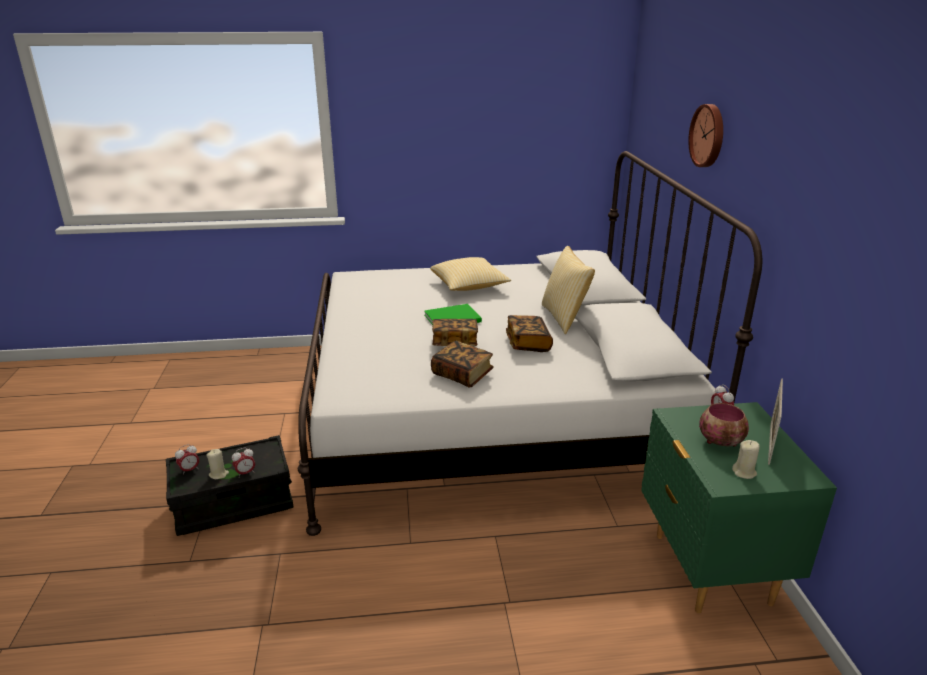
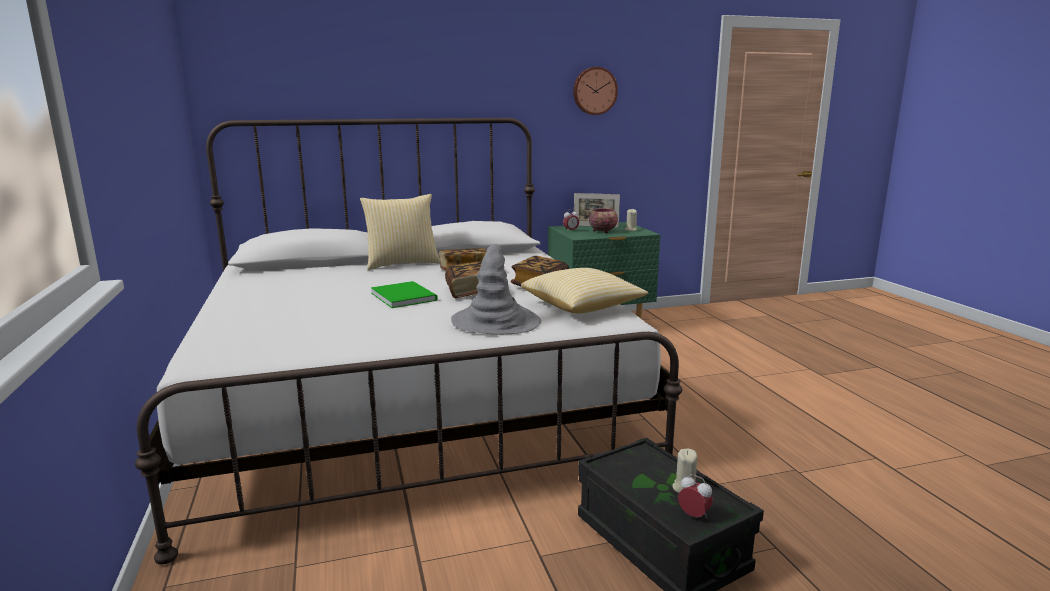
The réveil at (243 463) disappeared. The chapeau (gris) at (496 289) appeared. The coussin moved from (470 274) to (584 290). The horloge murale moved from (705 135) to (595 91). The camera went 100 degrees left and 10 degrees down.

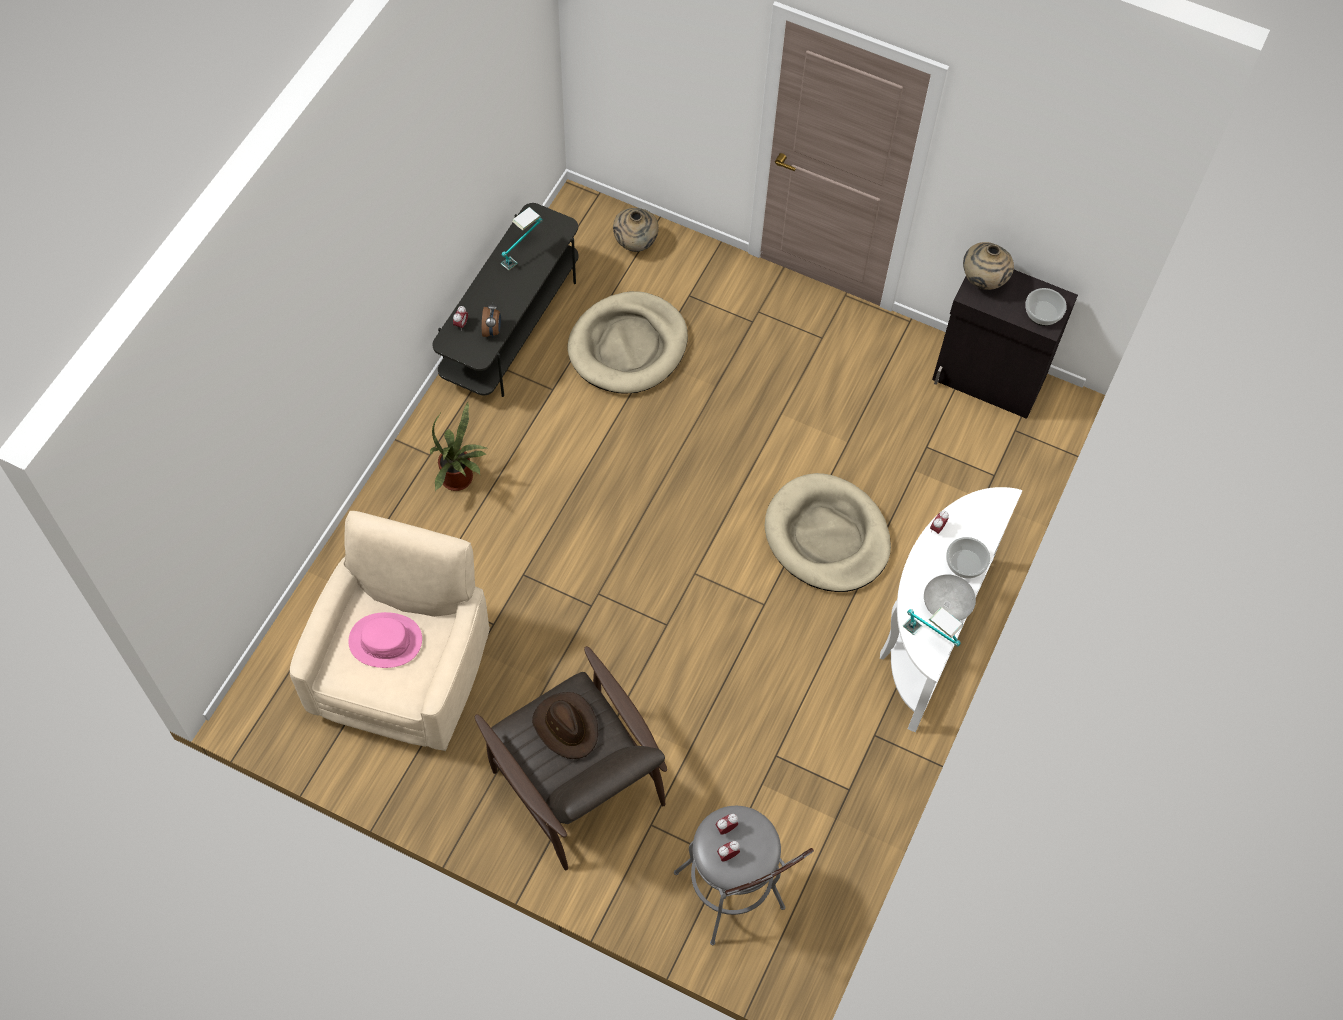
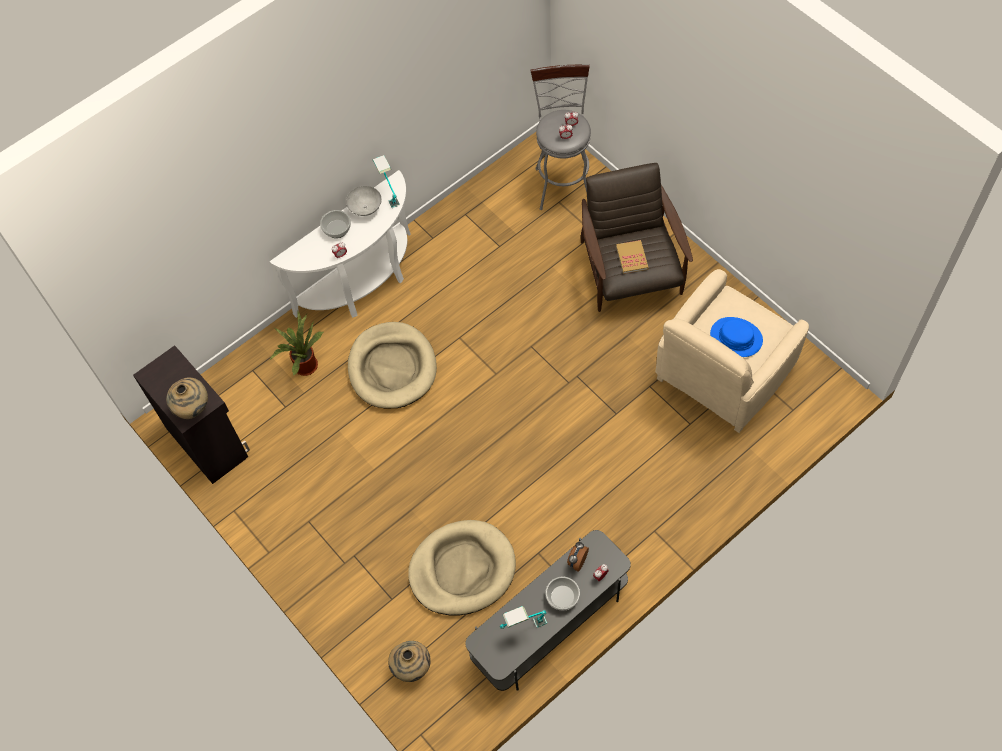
The plante en pot moved from (458 446) to (296 343). The bol moved from (1046 307) to (562 593). The chapeau (marron) at (565 725) was replaced by the livre at (632 257). The chapeau (rose) at (385 640) became the chapeau (bleu) at (736 337). The camera went 150 degrees left and 0 degrees up.

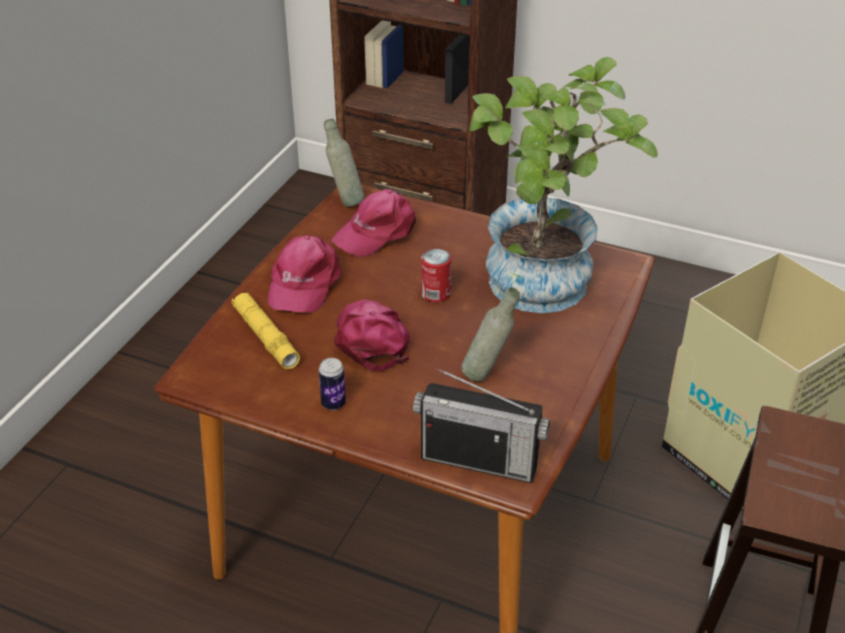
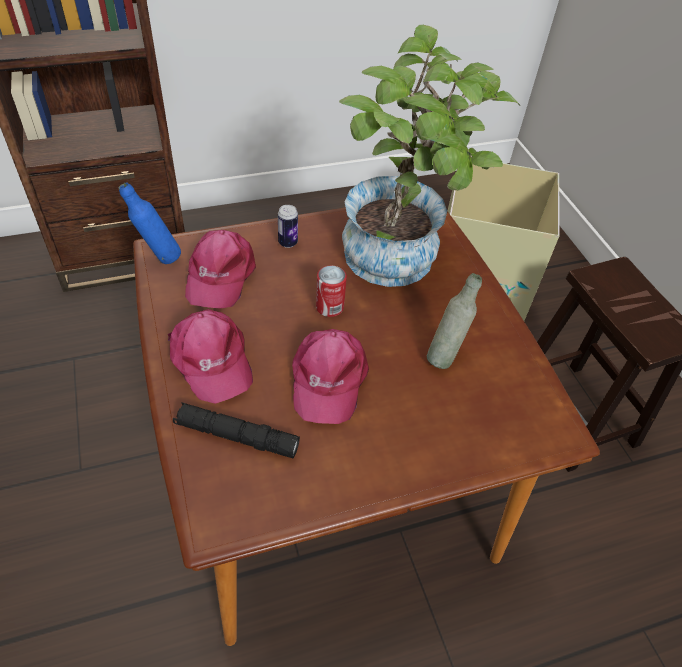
The radio at (481 425) disappeared. The boîte métallique moved from (332 384) to (288 226). The lampe de poche (jaune) at (266 331) became the lampe de poche (noir) at (236 430). The bouteille (gris) at (344 163) became the bouteille (bleu) at (150 223). The casquette (rose) at (372 335) turned 120 degrees counterclockwise. The camera went 45 degrees left and 10 degrees up.

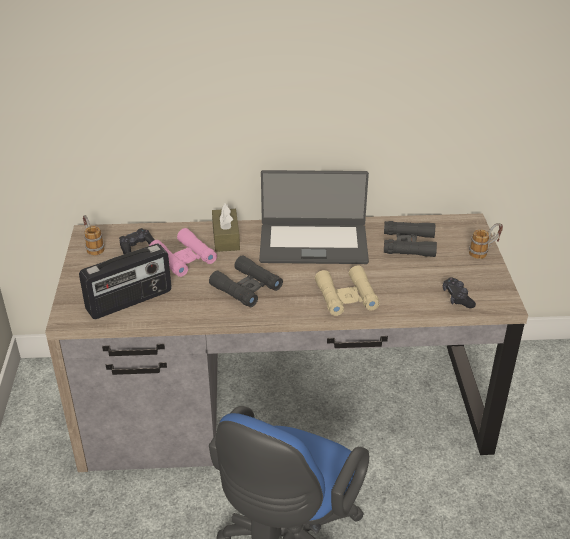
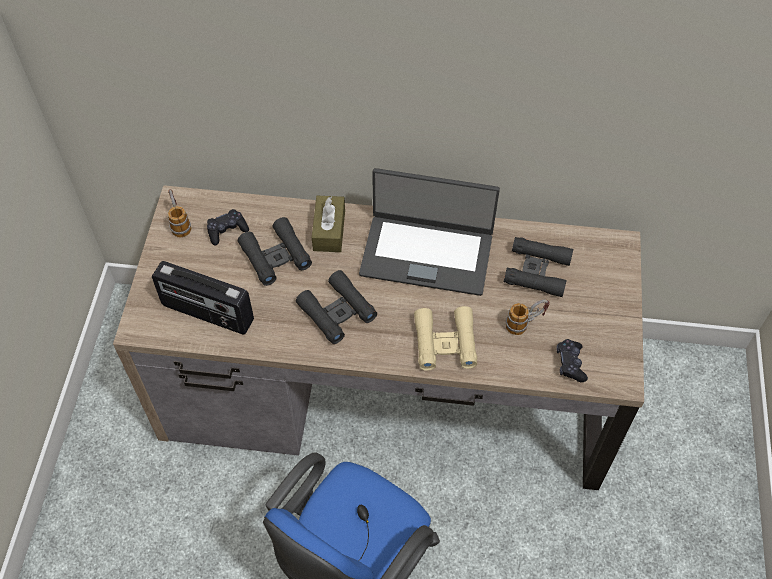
The mug moved from (486 241) to (528 317). The jumelles (rose) at (183 252) became the jumelles (noir) at (275 251). The radio at (125 281) turned 45 degrees clockwise. The camera went 10 degrees right and 20 degrees up.

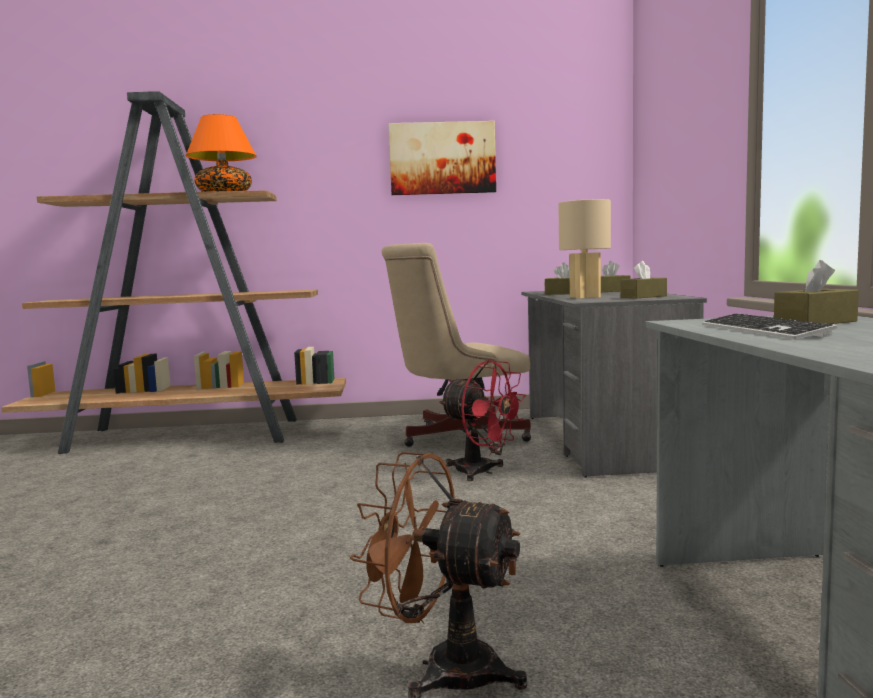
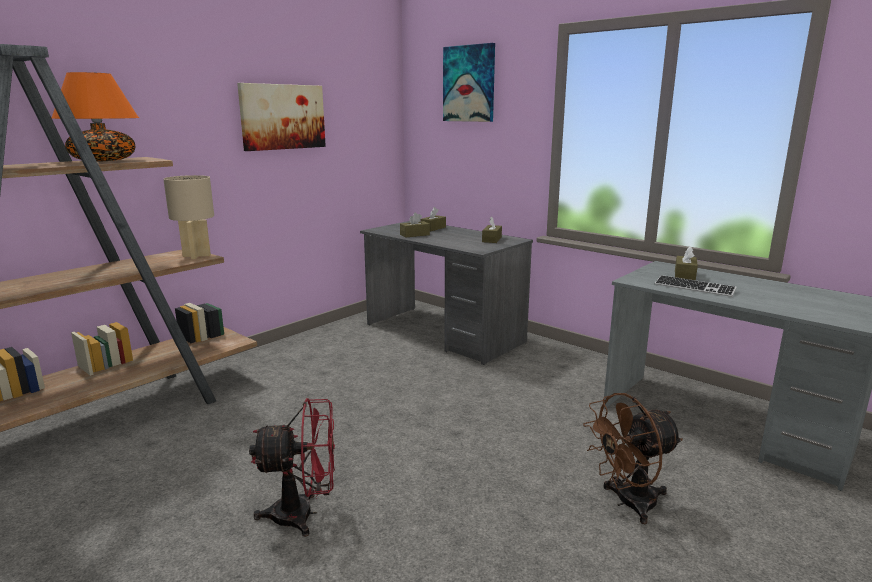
The chaise de bureau (beige) at (456 345) disappeared. The tableau at (469 82) appeared. The ventilateur (rouge) moved from (482 420) to (292 467). The lampe de table (beige) moved from (584 248) to (188 217). The camera went 45 degrees left and 10 degrees up.

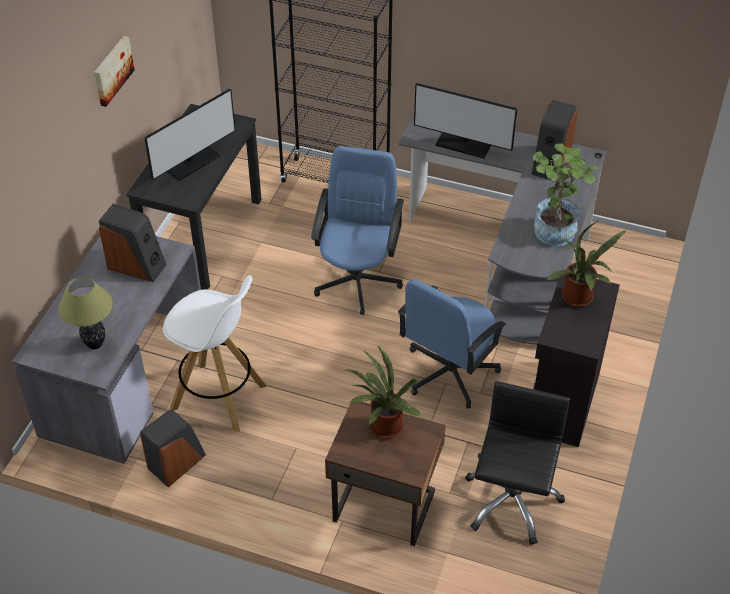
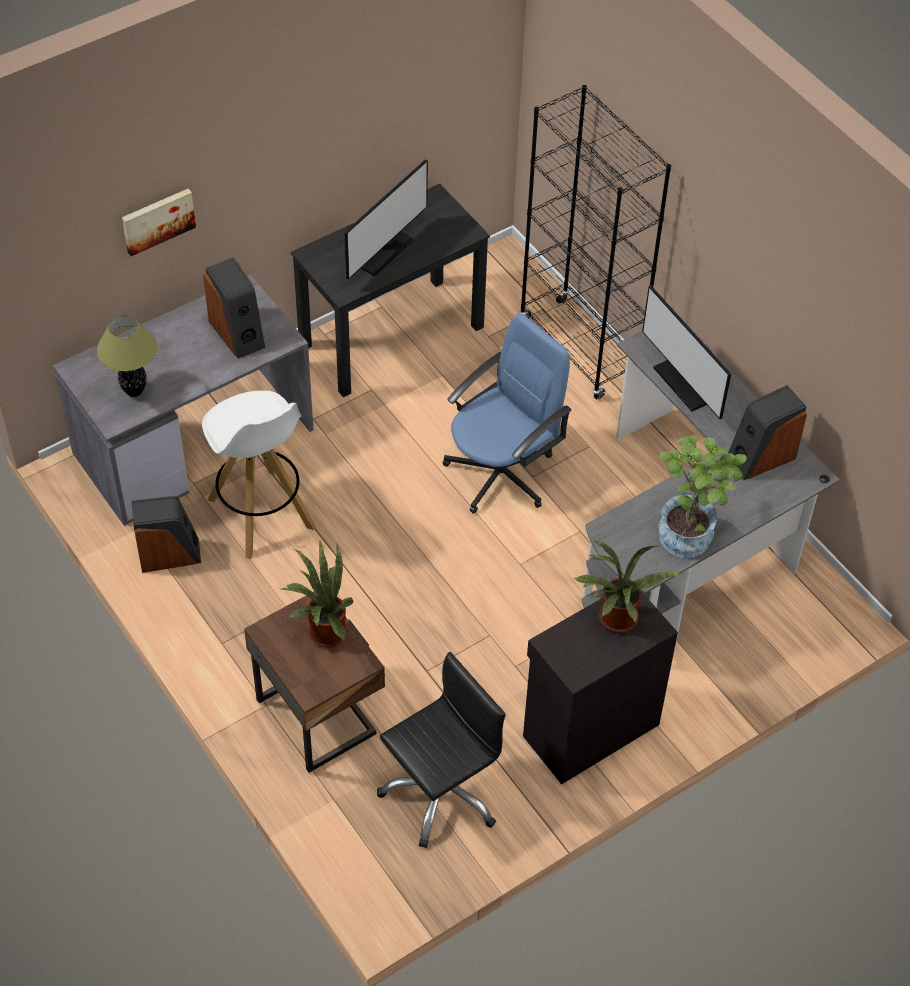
The chaise de bureau (bleu) at (452 344) disappeared. The tableau moved from (114 71) to (159 222). The écran d'ordinateur at (190 134) turned 45 degrees counterclockwise. The camera went 35 degrees right and 5 degrees up.

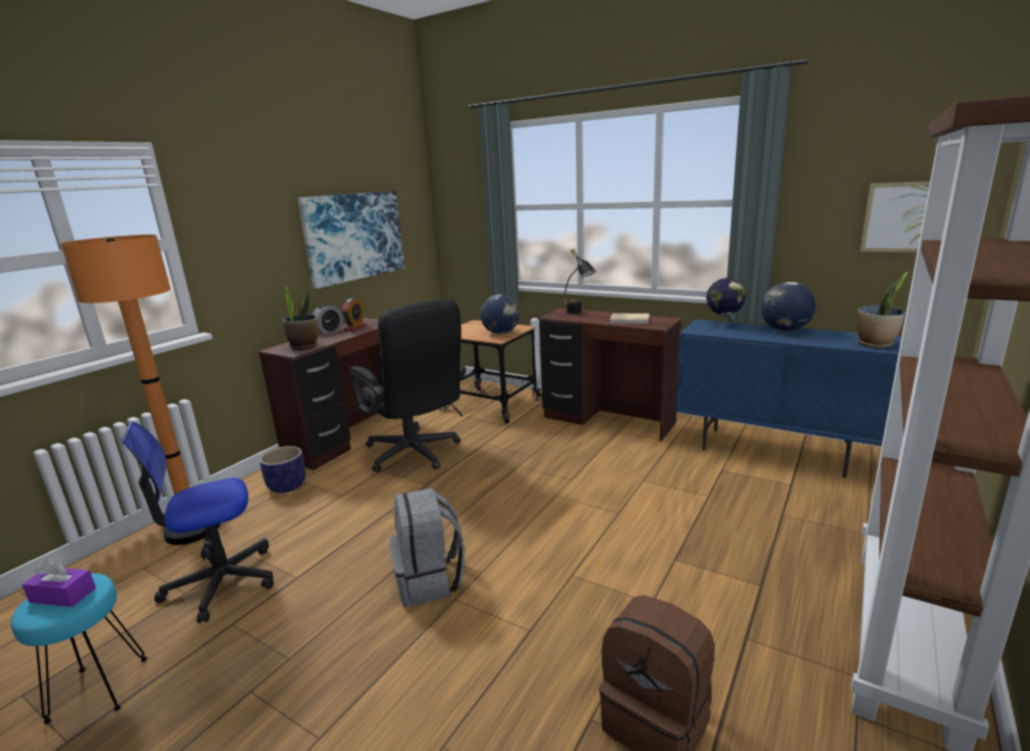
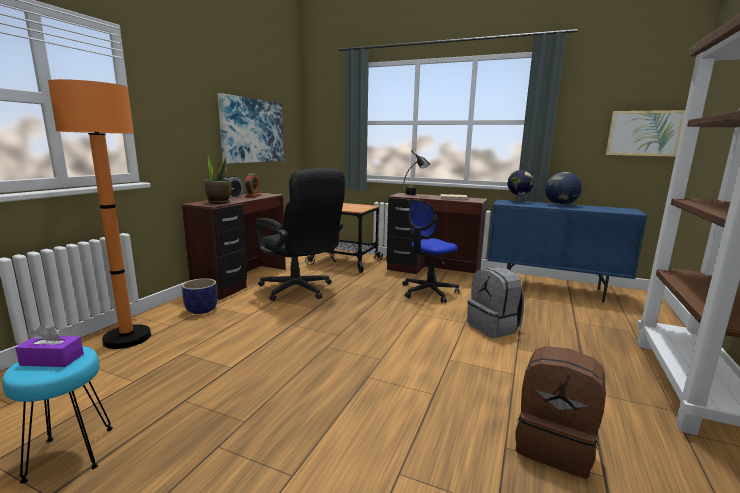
The globe at (500 314) disappeared. The plante en pot at (883 309) disappeared. The chaise de bureau moved from (198 522) to (431 251). The sac à dos (gris) moved from (427 547) to (495 302). The camera went 10 degrees left and 5 degrees down.

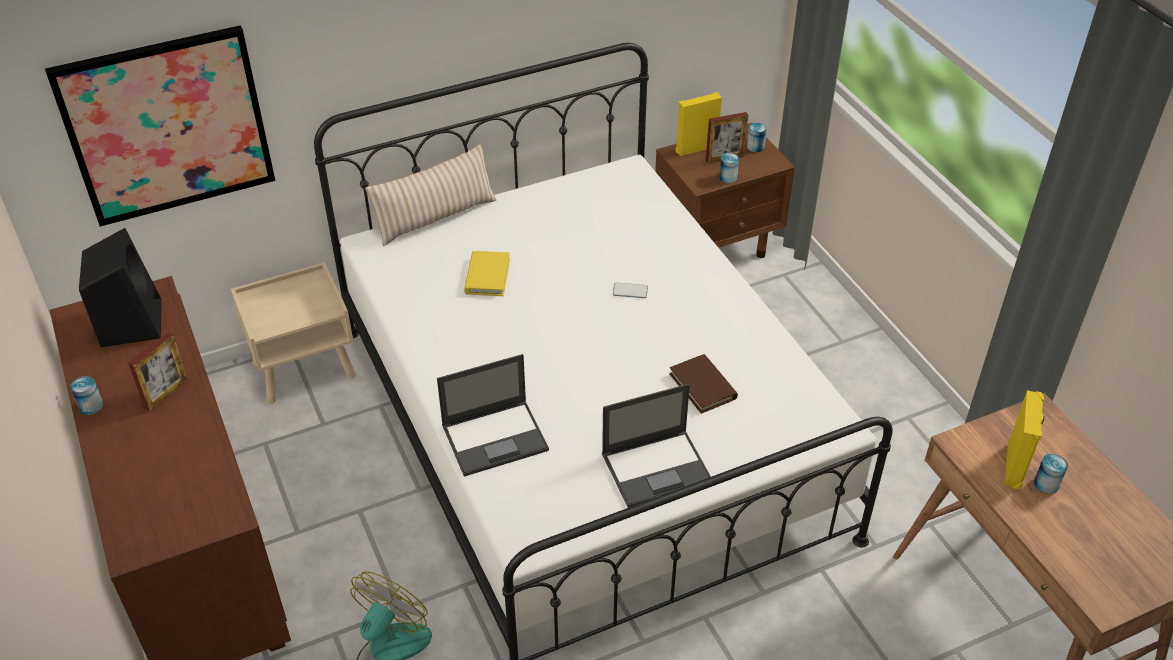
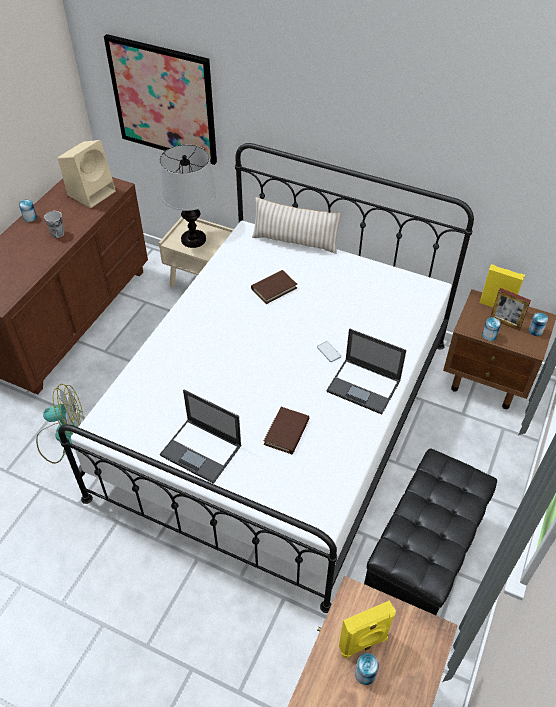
The lampe de table at (188 196) appeared. The pouf (noir) at (430 532) appeared. The ordinateur portable moved from (493 415) to (366 372). The cadre photo at (158 372) was replaced by the tasse at (54 224). The enceinte (noir) at (120 287) became the enceinte (beige) at (87 174). The livre (jaune) at (487 273) became the livre (marron) at (274 287). The camera went 50 degrees right and 5 degrees up.

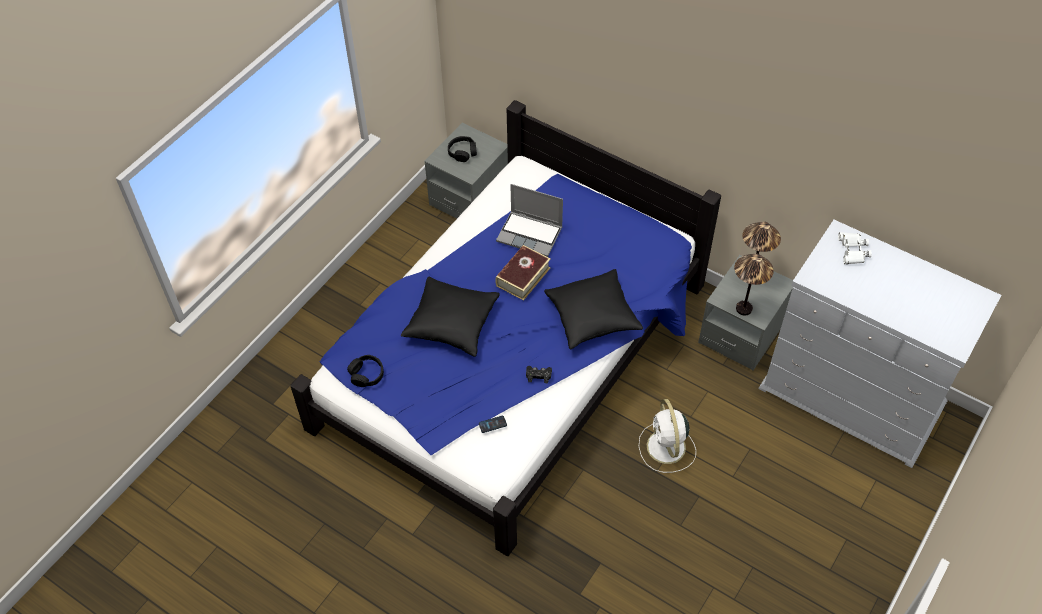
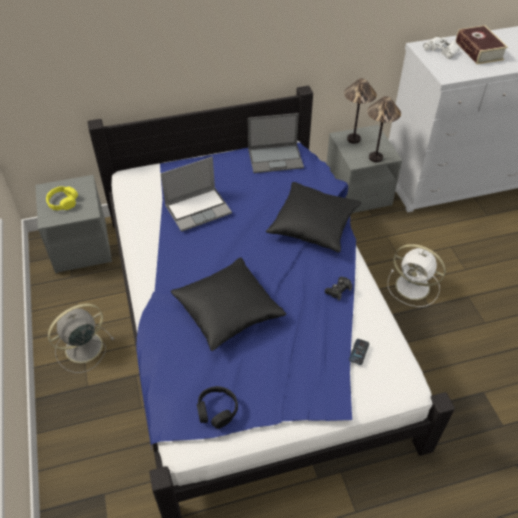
The ventilateur (gris) at (81 338) appeared. The ordinateur portable at (276 143) appeared. The livre moved from (523 273) to (482 44). The casque audio (noir) at (462 149) became the casque audio (jaune) at (62 198). The camera went 50 degrees left and 5 degrees down.

